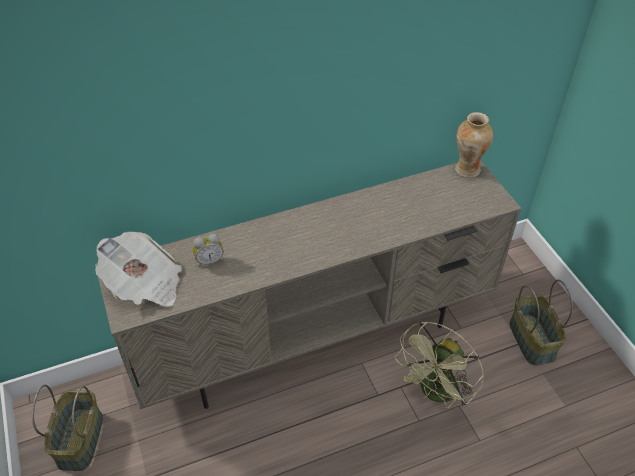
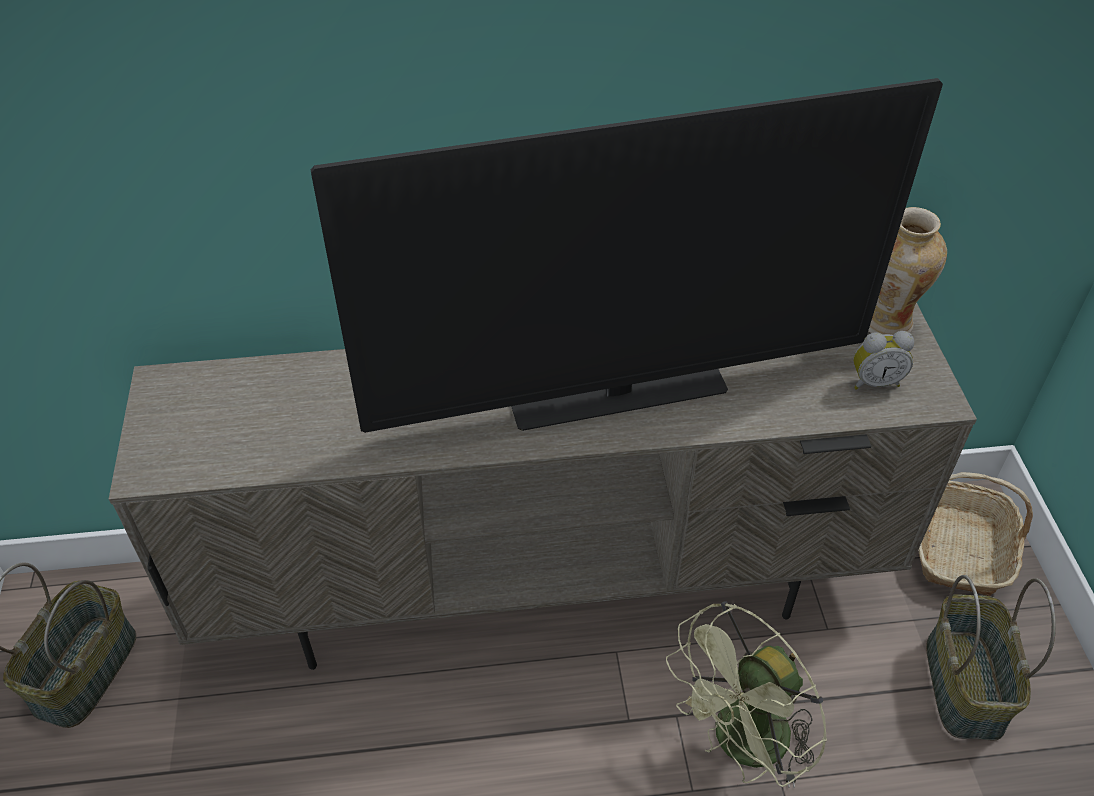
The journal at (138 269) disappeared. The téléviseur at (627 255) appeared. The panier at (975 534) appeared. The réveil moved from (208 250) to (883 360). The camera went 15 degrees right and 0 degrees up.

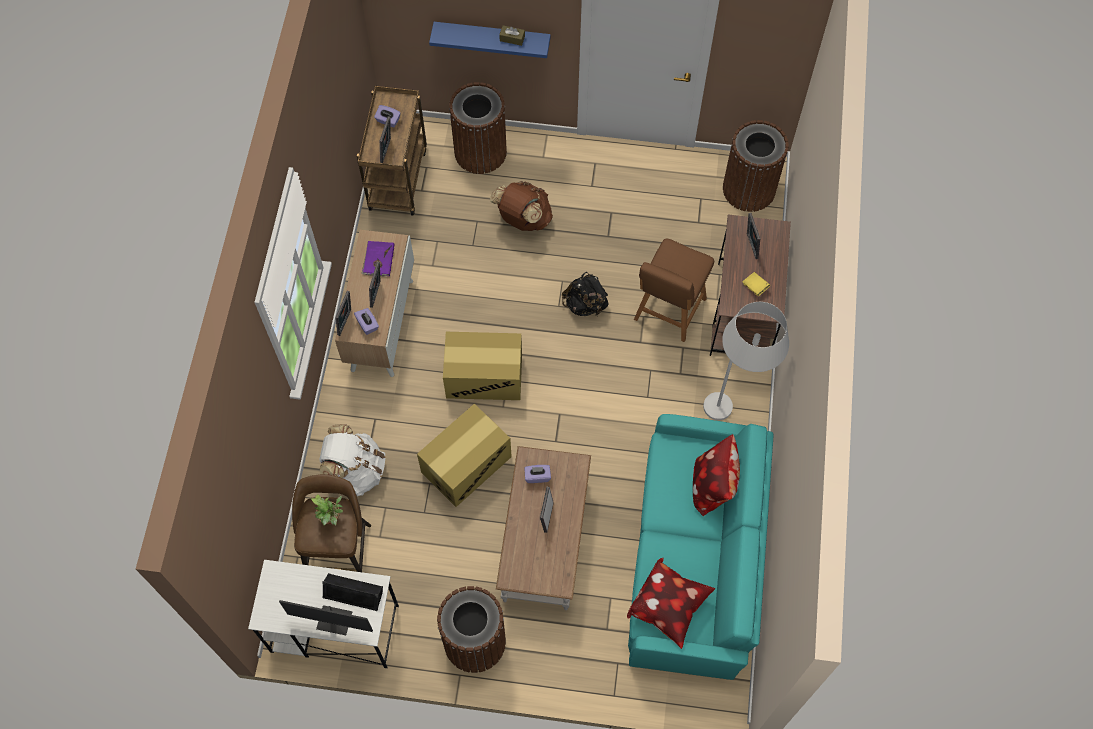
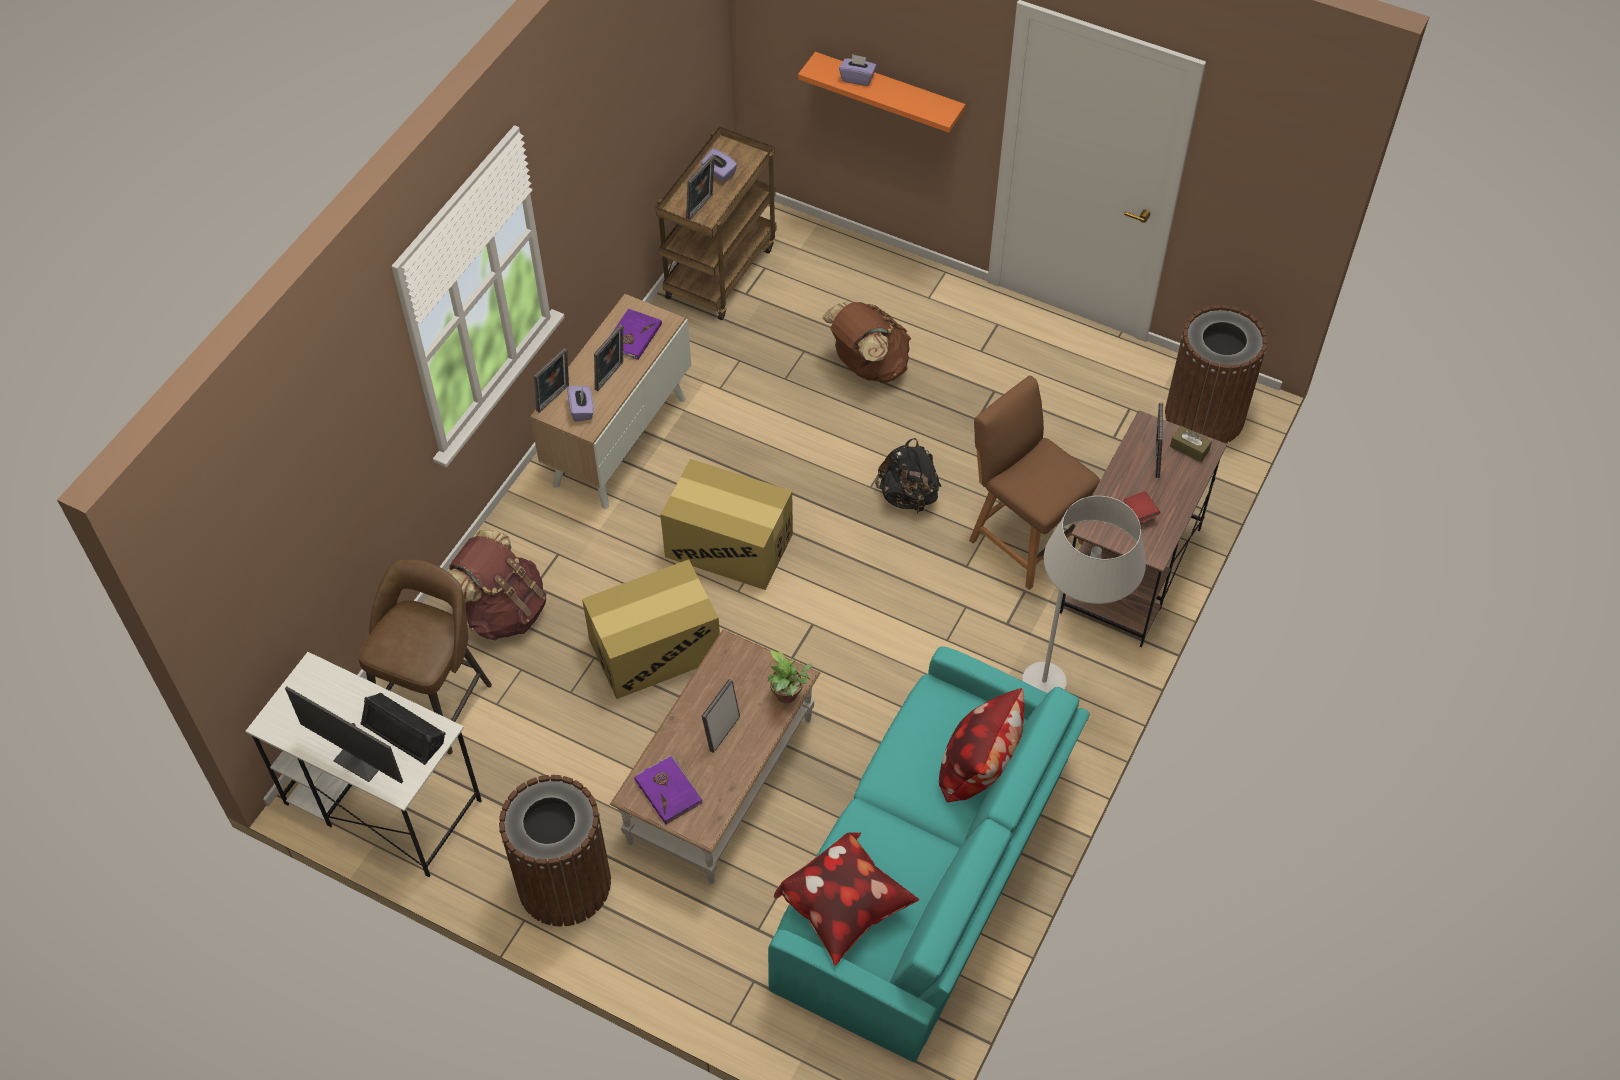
The poubelle (marron) at (478 128) disappeared. The livre (violet) at (668 789) appeared. The plante en pot moved from (326 510) to (790 676). The boîte à mouchoirs (marron) moved from (512 35) to (1191 444). The boîte à mouchoirs (violet) moved from (537 474) to (858 70). The sac à dos (blanc) at (352 460) became the sac à dos (marron) at (496 585). The étagère (bleu) at (490 40) became the étagère (orange) at (881 92). The livre (jaune) at (756 284) became the livre (rouge) at (1142 507). The chaise (marron) at (674 290) turned 90 degrees clockwise. The camera went 20 degrees right and 10 degrees down.

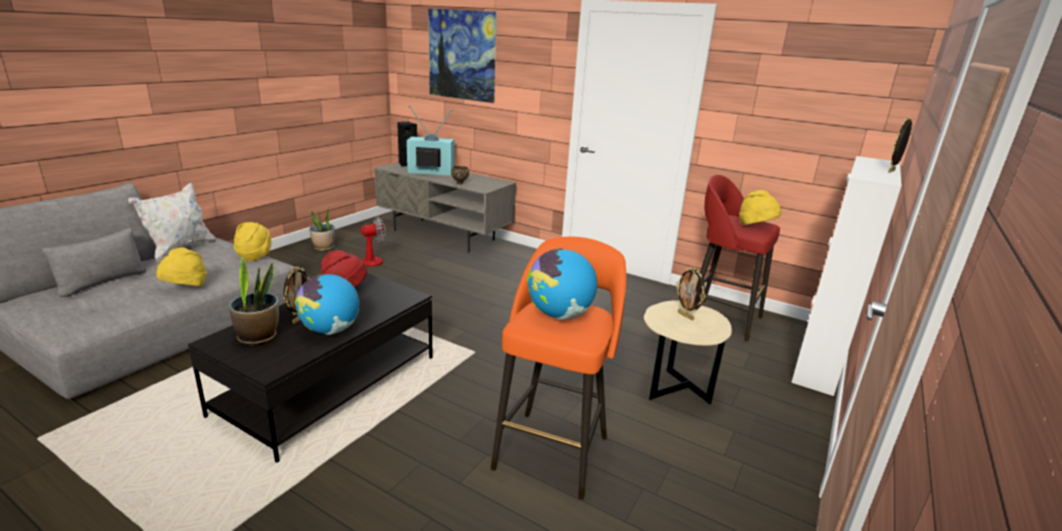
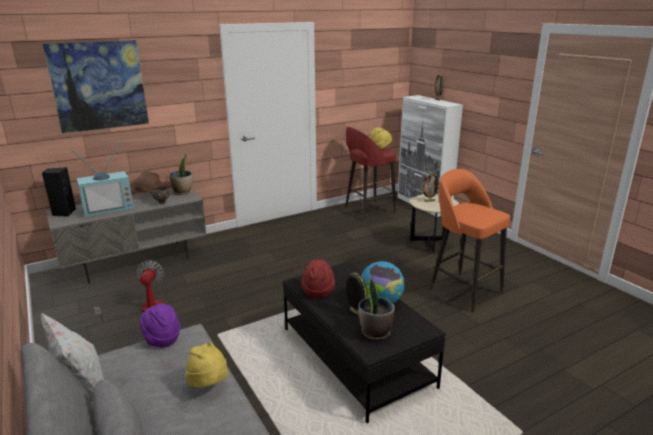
The globe at (562 284) disappeared. The chapeau (marron) at (148 182) appeared. The plante en pot moved from (322 229) to (180 173). The chapeau (jaune) at (253 241) became the chapeau (violet) at (160 325). The téléviseur at (430 140) turned 150 degrees counterclockwise. The camera went 60 degrees left and 0 degrees up.

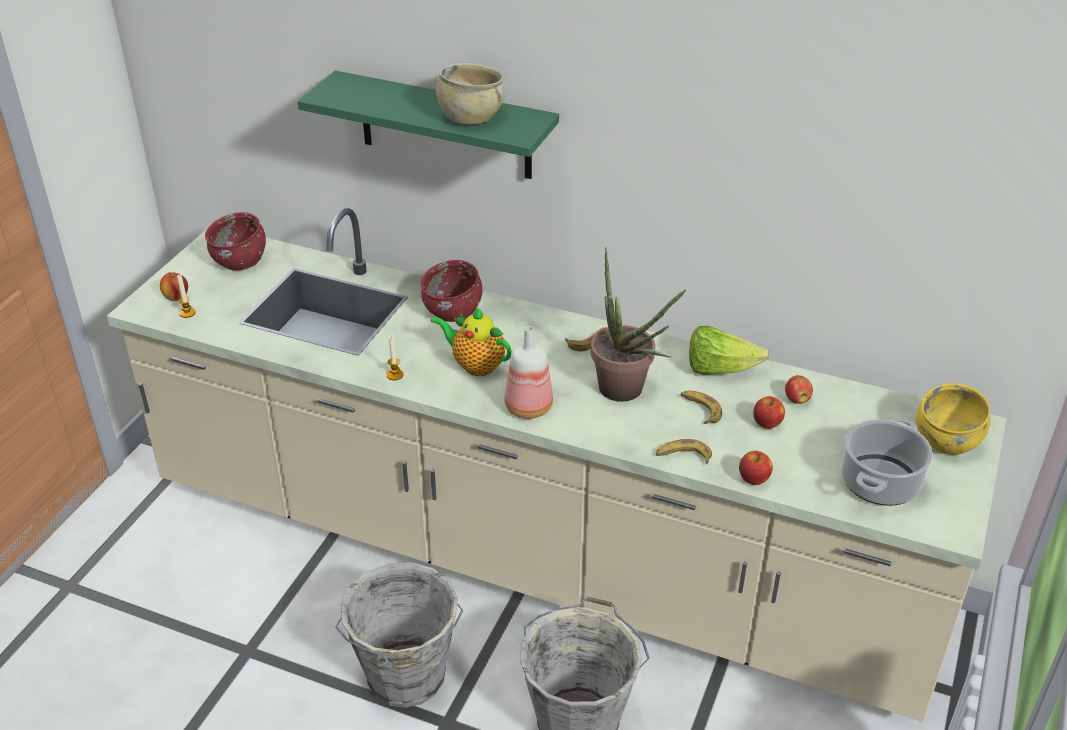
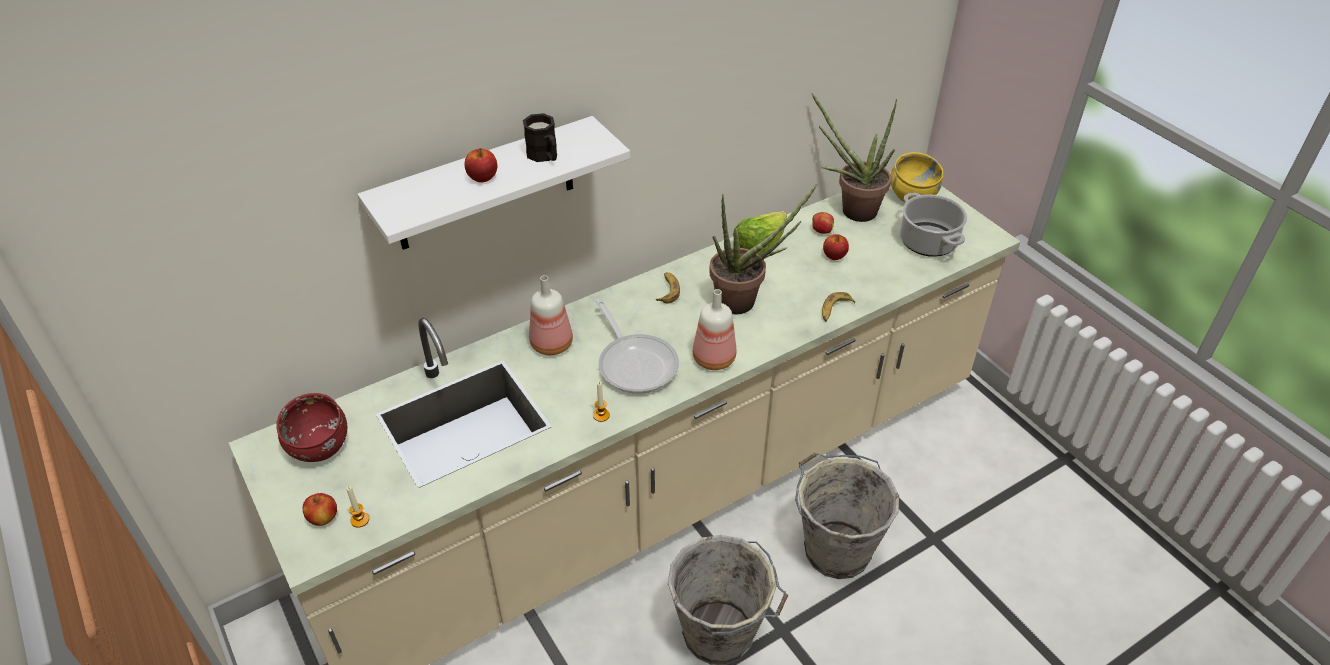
The banane at (701 407) disappeared. The plante en pot at (854 157) appeared. The pomme moved from (756 468) to (480 165). The bol (rouge) at (451 291) was replaced by the bouteille at (551 315). The théière at (471 341) was replaced by the poêle at (637 346). The bol (beige) at (470 93) was replaced by the mug (noir) at (540 137). The étagère (vert) at (428 125) became the étagère (blanc) at (493 183). The camera went 55 degrees left and 5 degrees up.

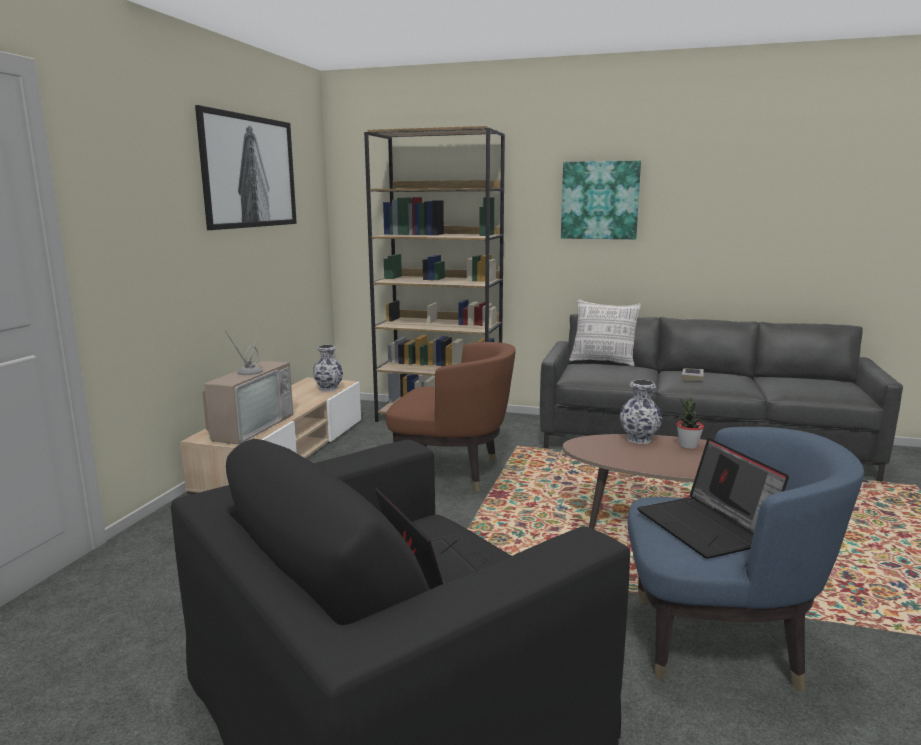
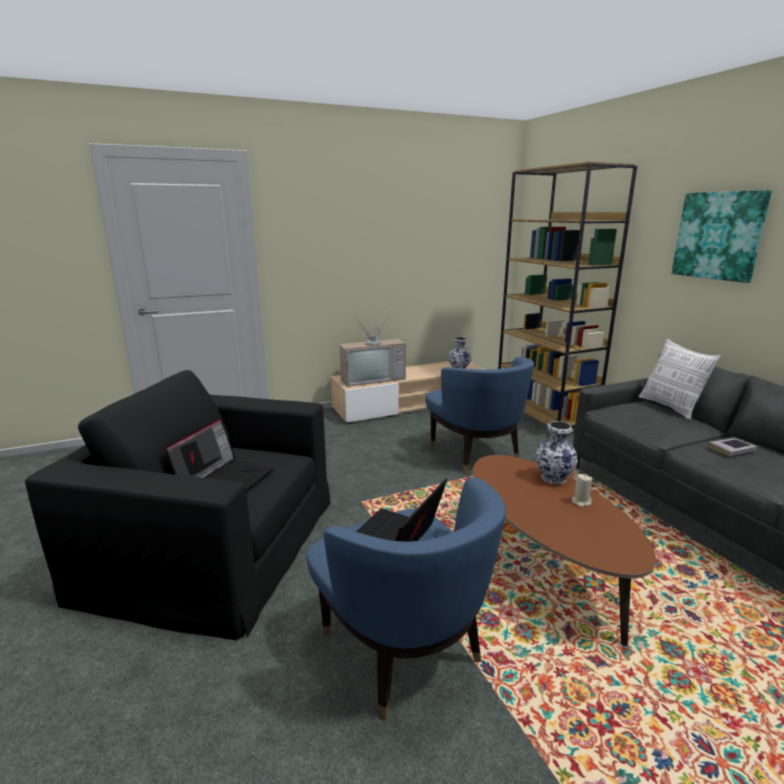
The tableau at (246 167) disappeared. The plante en pot at (690 423) was replaced by the bougie (beige) at (582 490). The fauteuil (marron) at (451 417) became the fauteuil (bleu) at (479 415). The camera went 50 degrees right and 5 degrees up.

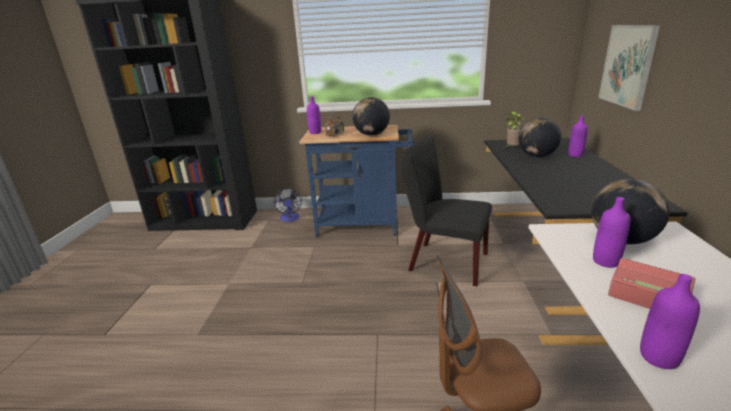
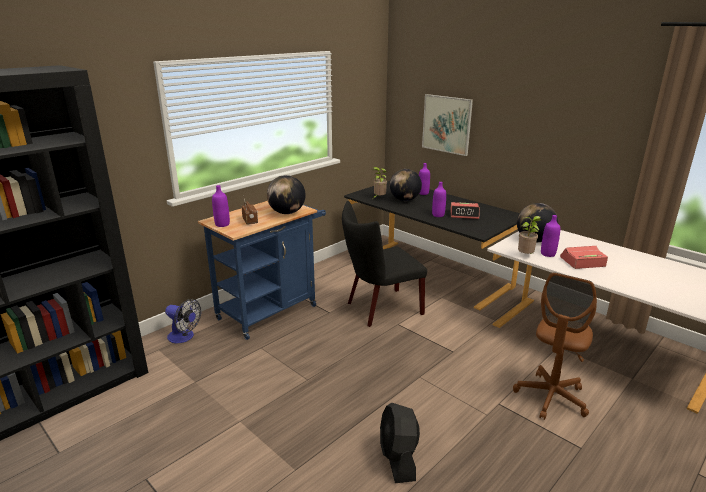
The ventilateur (noir) at (400 443) appeared. The réveil at (465 210) appeared. The plante en pot at (530 235) appeared. The bouteille (violet) moved from (670 321) to (439 199). The camera went 50 degrees left and 0 degrees up.

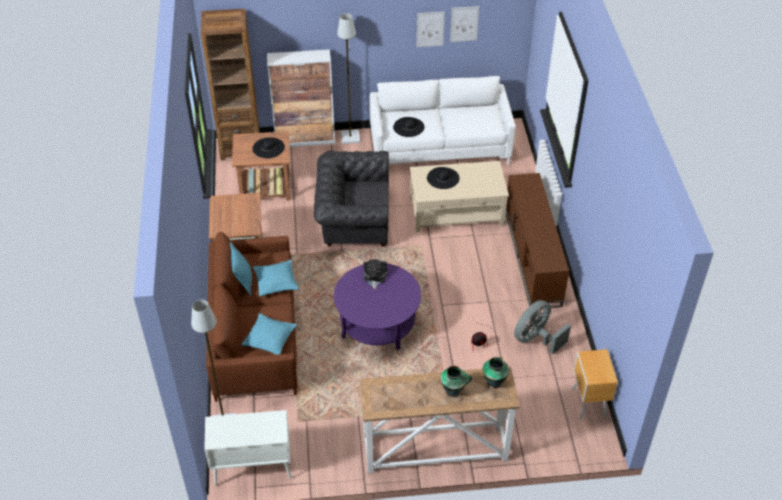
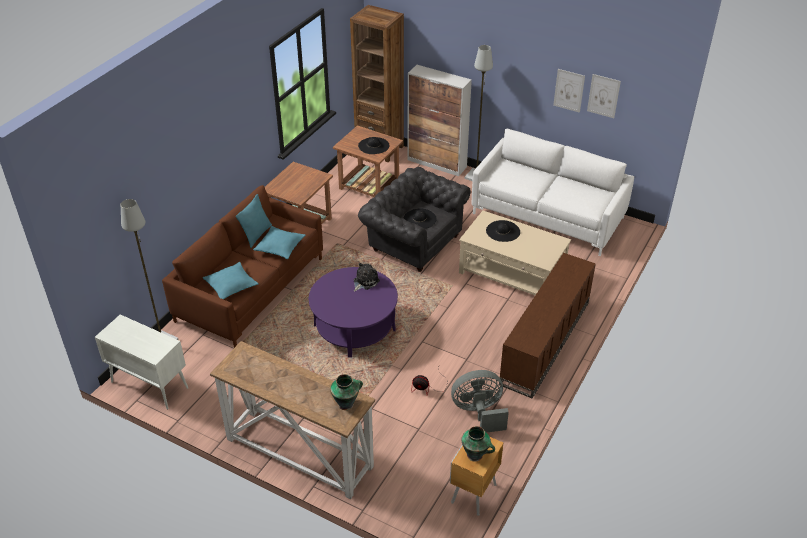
The chapeau (noir) moved from (409 127) to (420 218). The vase moved from (456 382) to (478 444). The camera went 35 degrees right and 5 degrees down.

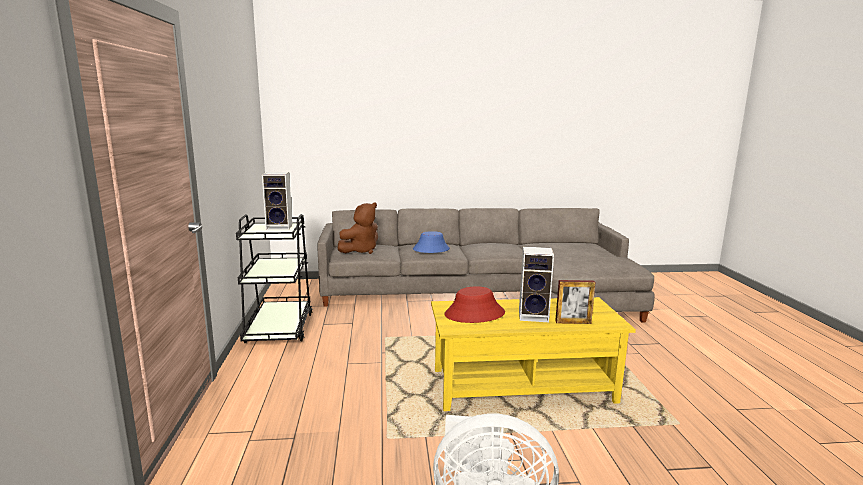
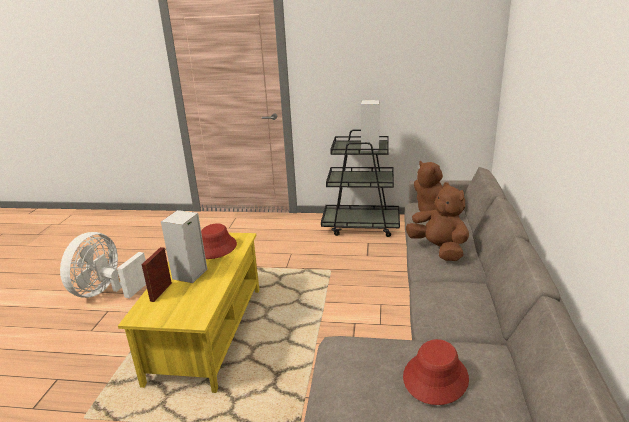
The chapeau (rouge) at (436 372) appeared. The chapeau (bleu) at (431 242) was replaced by the peluche (marron) at (437 221). The camera went 105 degrees right and 10 degrees up.

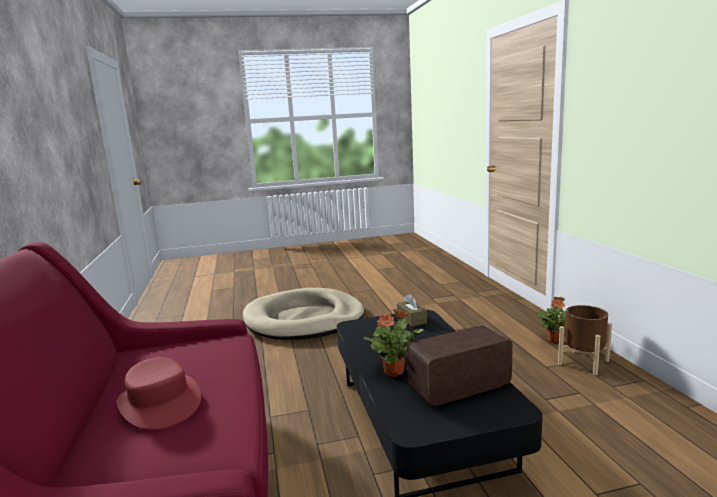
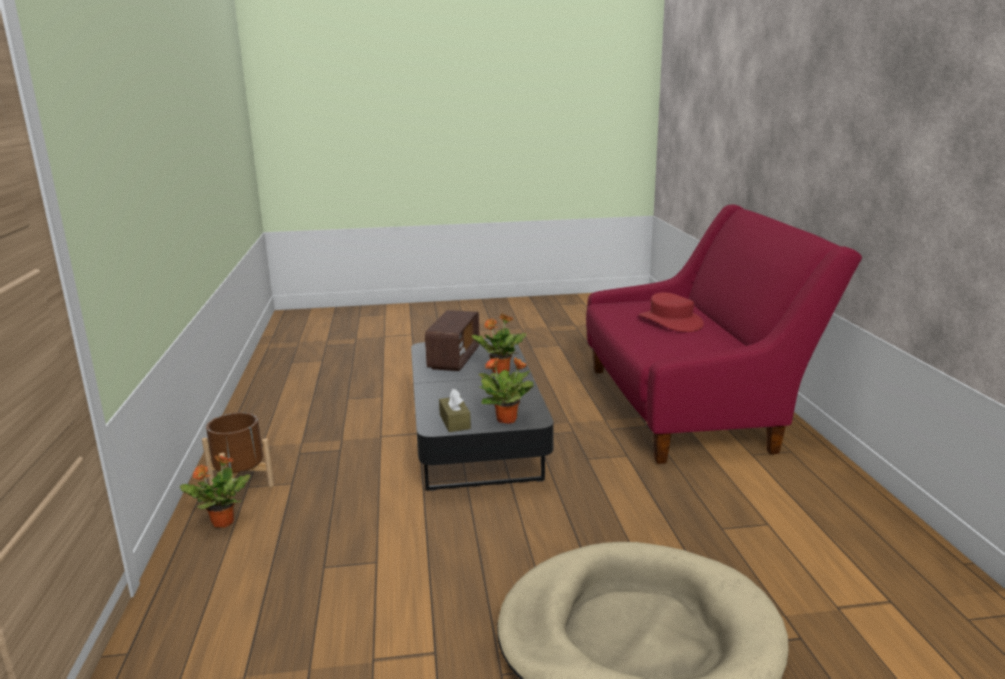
The plante en pot at (506 390) appeared. The radio at (460 365) turned 60 degrees counterclockwise. The camera went 175 degrees left and 5 degrees up.

